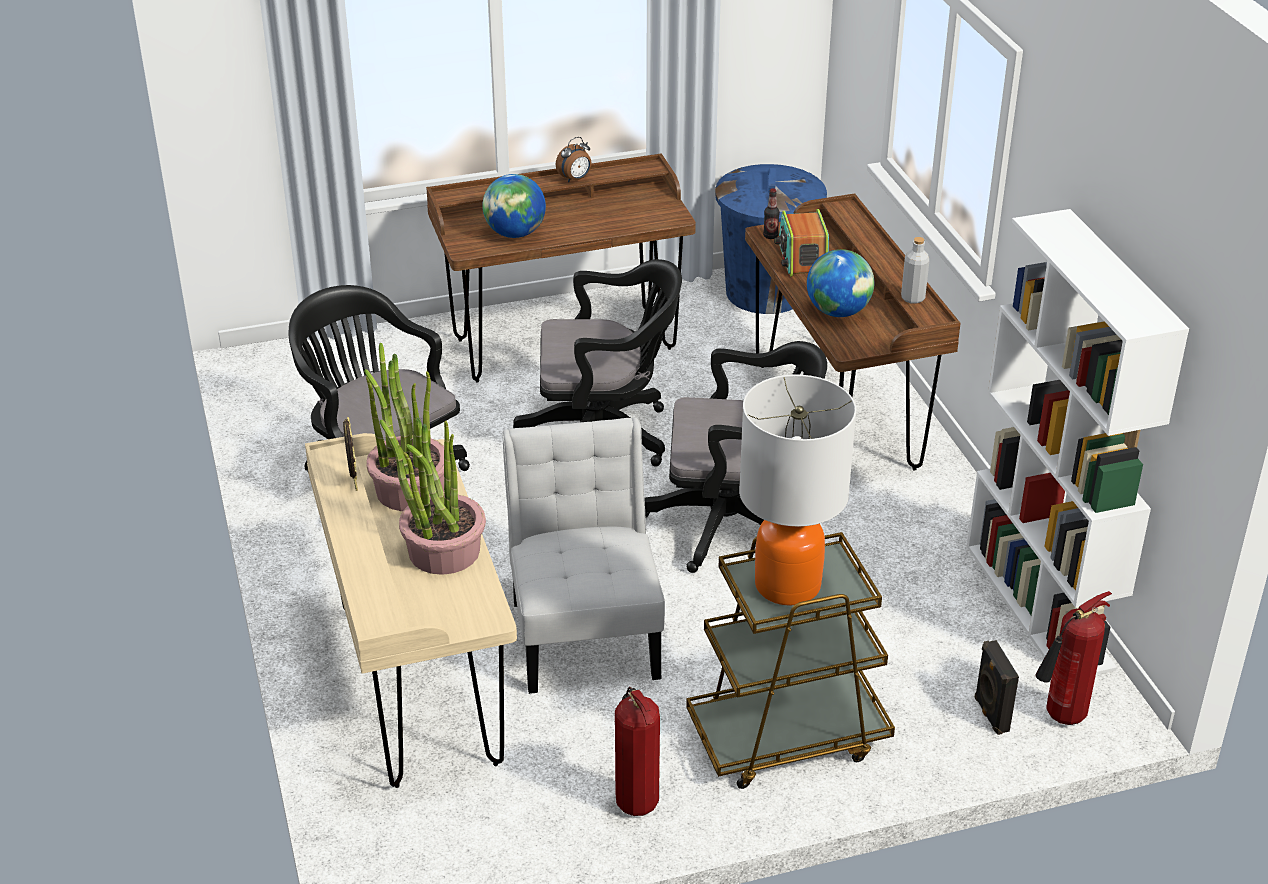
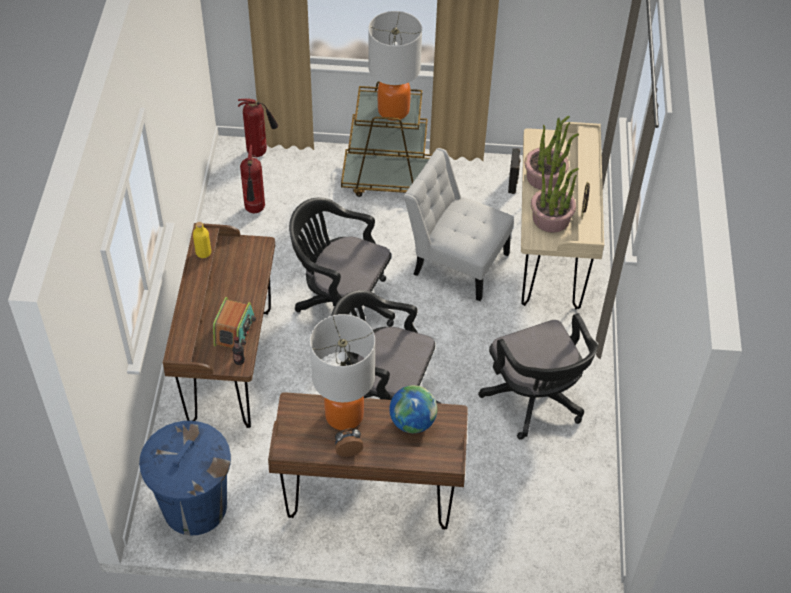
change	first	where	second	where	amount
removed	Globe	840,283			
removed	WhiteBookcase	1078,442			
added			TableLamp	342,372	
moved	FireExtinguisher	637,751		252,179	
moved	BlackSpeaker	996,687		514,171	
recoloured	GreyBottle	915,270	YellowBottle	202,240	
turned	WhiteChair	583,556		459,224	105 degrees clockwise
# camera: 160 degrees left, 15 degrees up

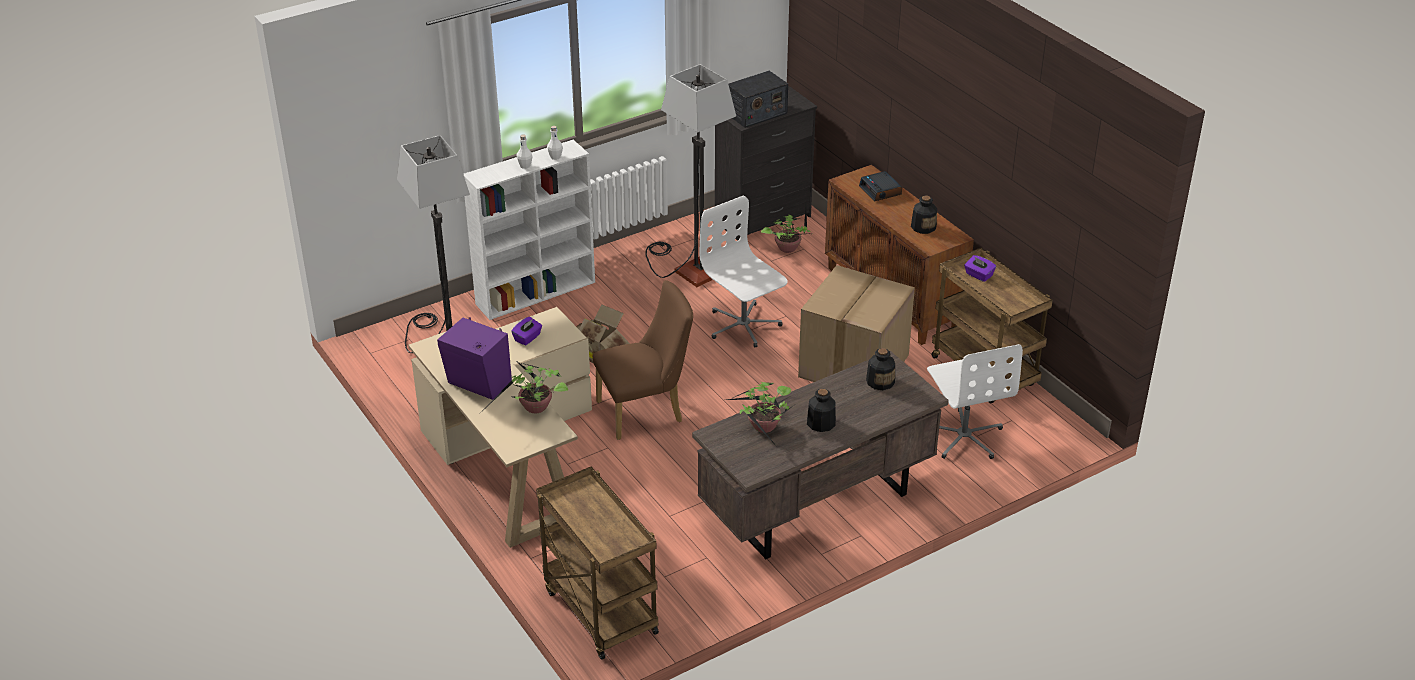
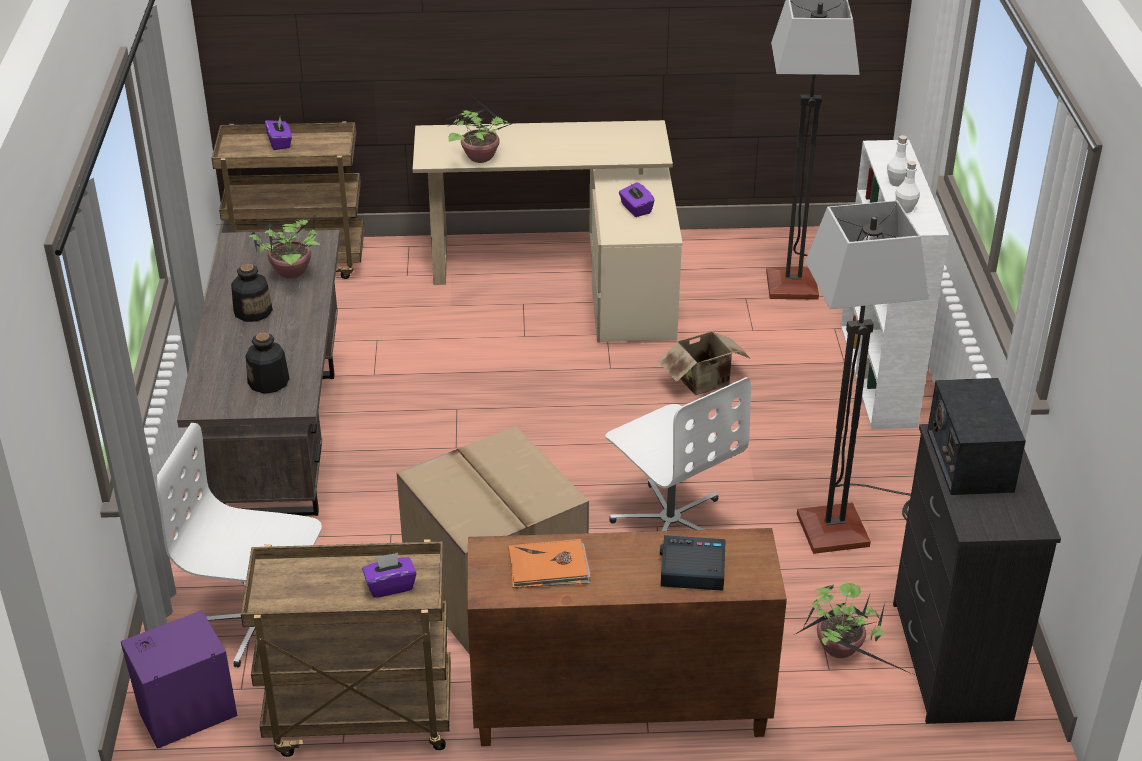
change	first	where	second	where	amount
removed	BrownChair	643,360			
added			PurpleTissueBox	278,134	
moved	PurpleSpeaker	474,358		179,679	
replaced	Bottle	924,215	OrangeBook	549,564	
turned	WhiteOfficeChair	744,271		678,454	60 degrees clockwise
# camera: 120 degrees right, 0 degrees up

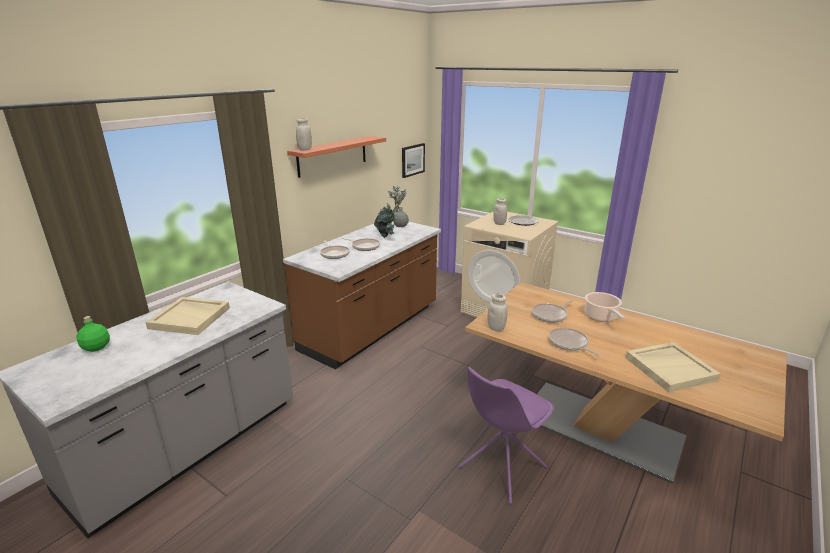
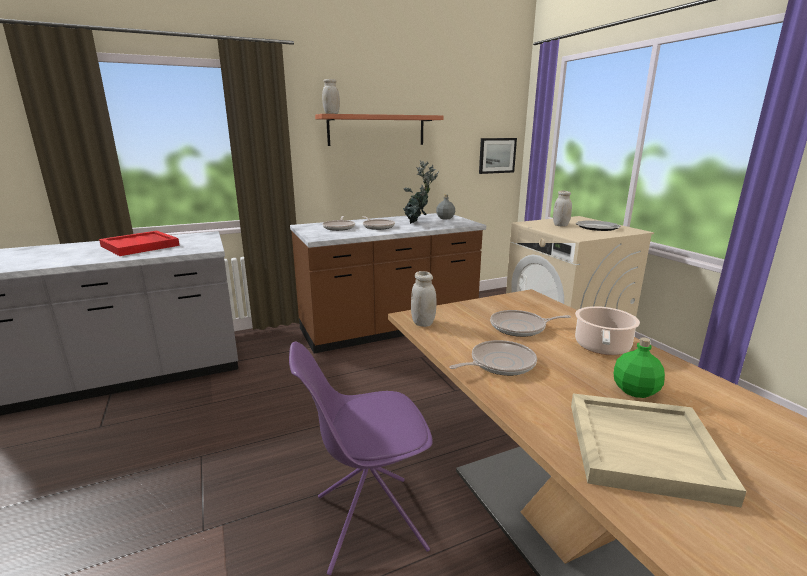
change	first	where	second	where	amount
moved	GreenBottle	93,334		639,367	
recoloured	BeigeTray	187,316	RedTray	139,243	
turned	FryingPan	574,342		493,358	60 degrees clockwise
# camera: 30 degrees right, 5 degrees down

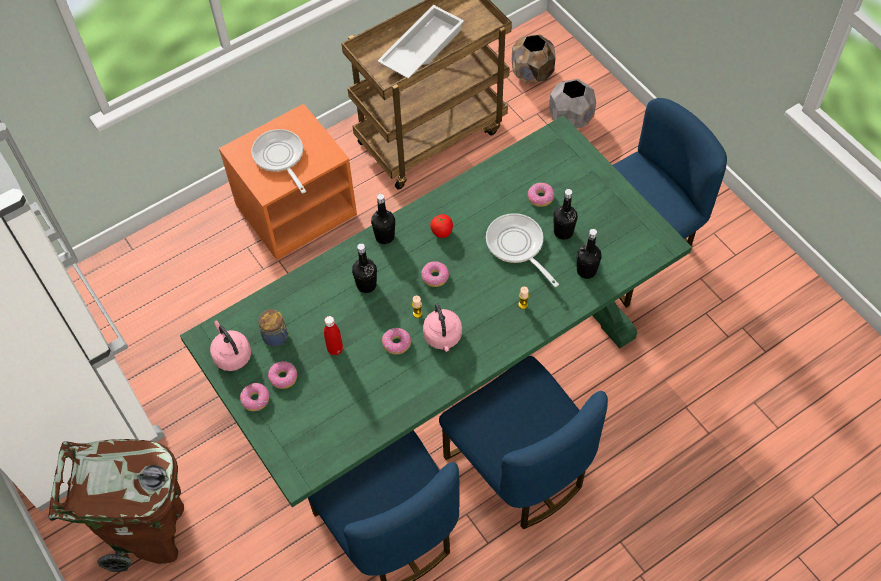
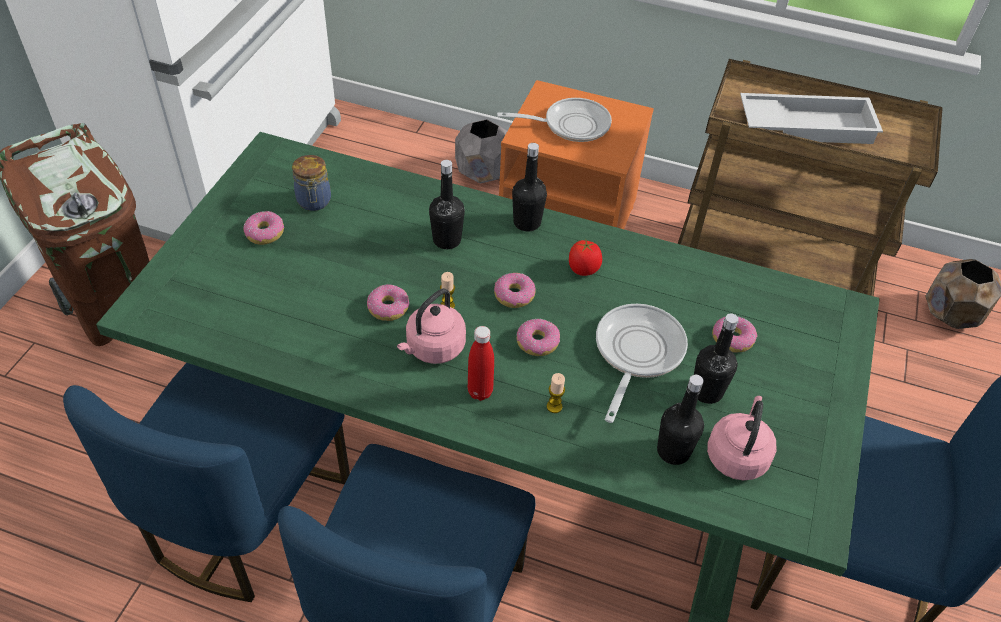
change	first	where	second	where	amount
moved	PinkKettle	230,345		741,438	
moved	Donut	255,397		538,337	
moved	RedBottle	333,335		481,363	
moved	GreyPlanter	572,103		481,151	
turned	FryingPan	278,161		554,120	60 degrees clockwise
# camera: 50 degrees right, 10 degrees down

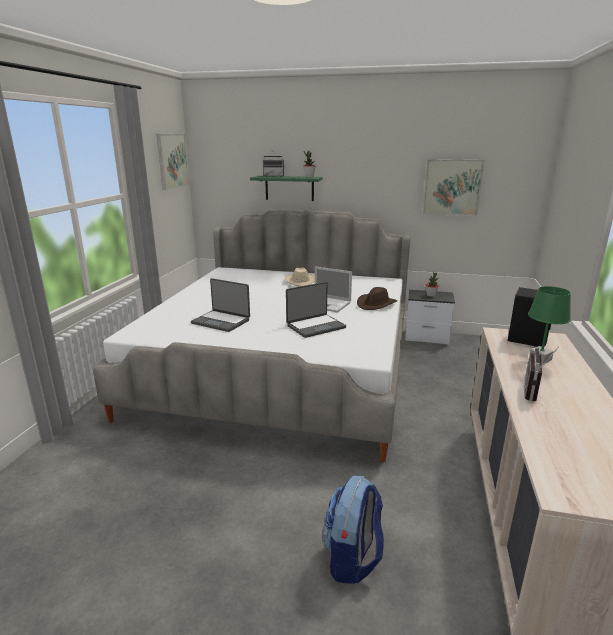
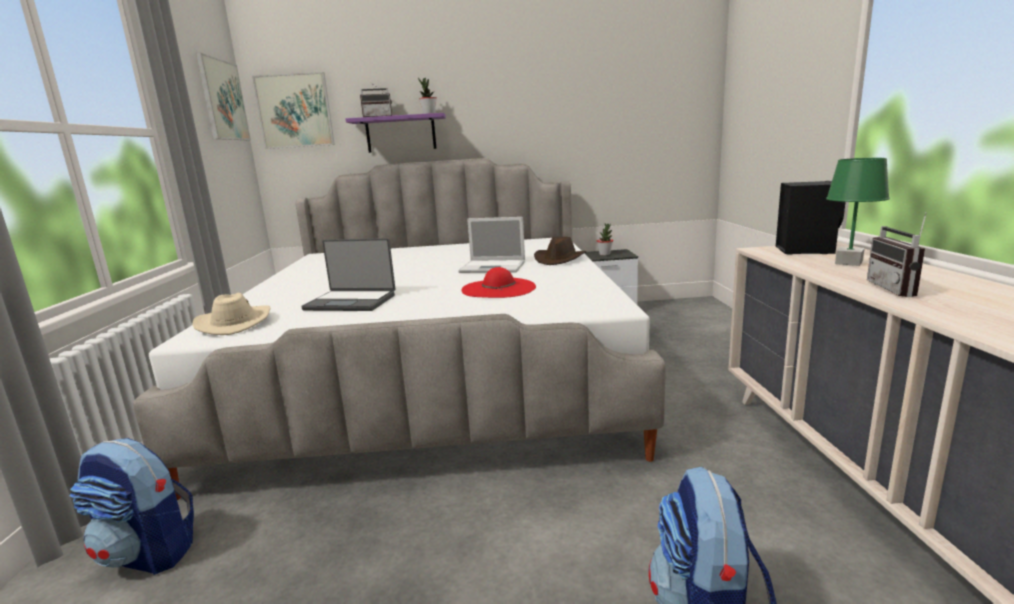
change	first	where	second	where	amount
added			Backpack	132,506	
moved	BeigeHat	300,277		232,314	
moved	Picture	453,187		293,110	
replaced	Laptop	316,310	RedHat	499,282	
recoloured	GreenShelf	286,188	PurpleShelf	395,133	
# camera: 15 degrees left, 5 degrees down

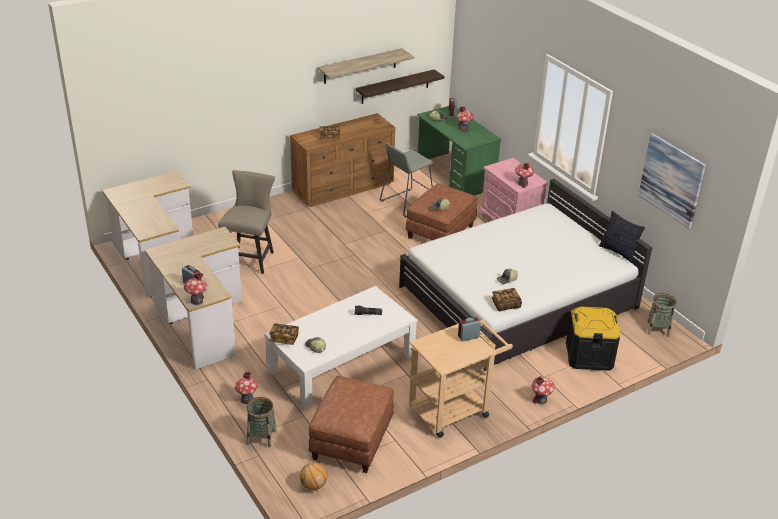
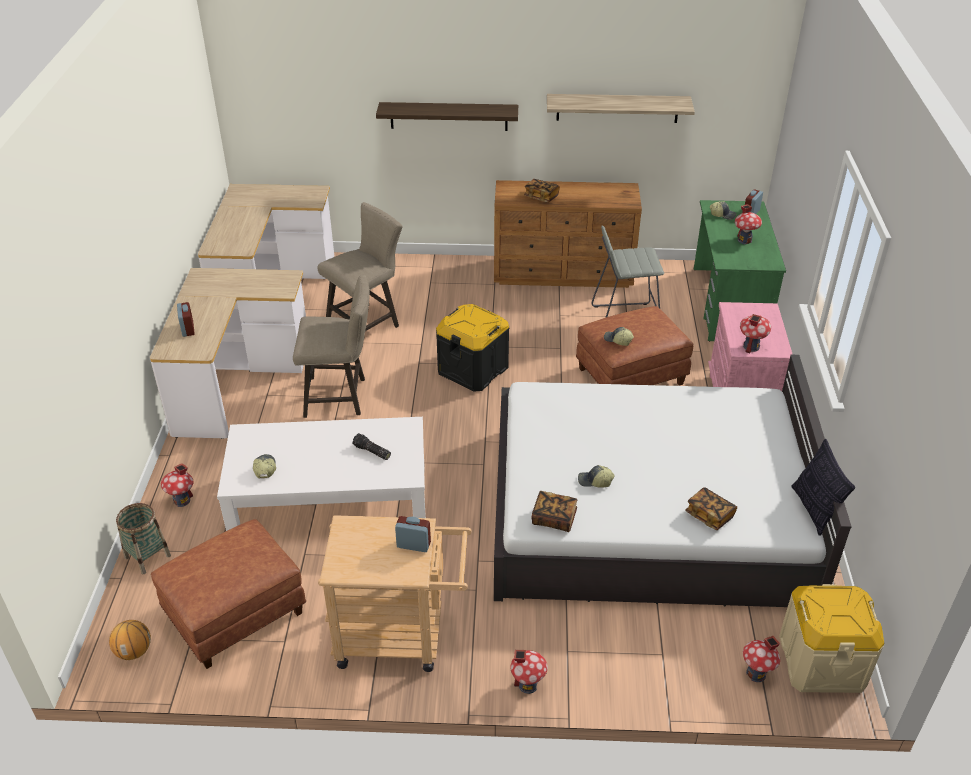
change	first	where	second	where	amount
removed	Picture	672,181			
added			BeigeStool	331,346	
moved	ToyHouse	195,288		761,659	
moved	Book	284,334		711,508	
moved	Shelf	400,86		447,116	
moved	BlackStorageBox	593,338		472,348	
replaced	Basket	662,315	BeigeStorageBox	831,638	
# camera: 35 degrees right, 5 degrees up

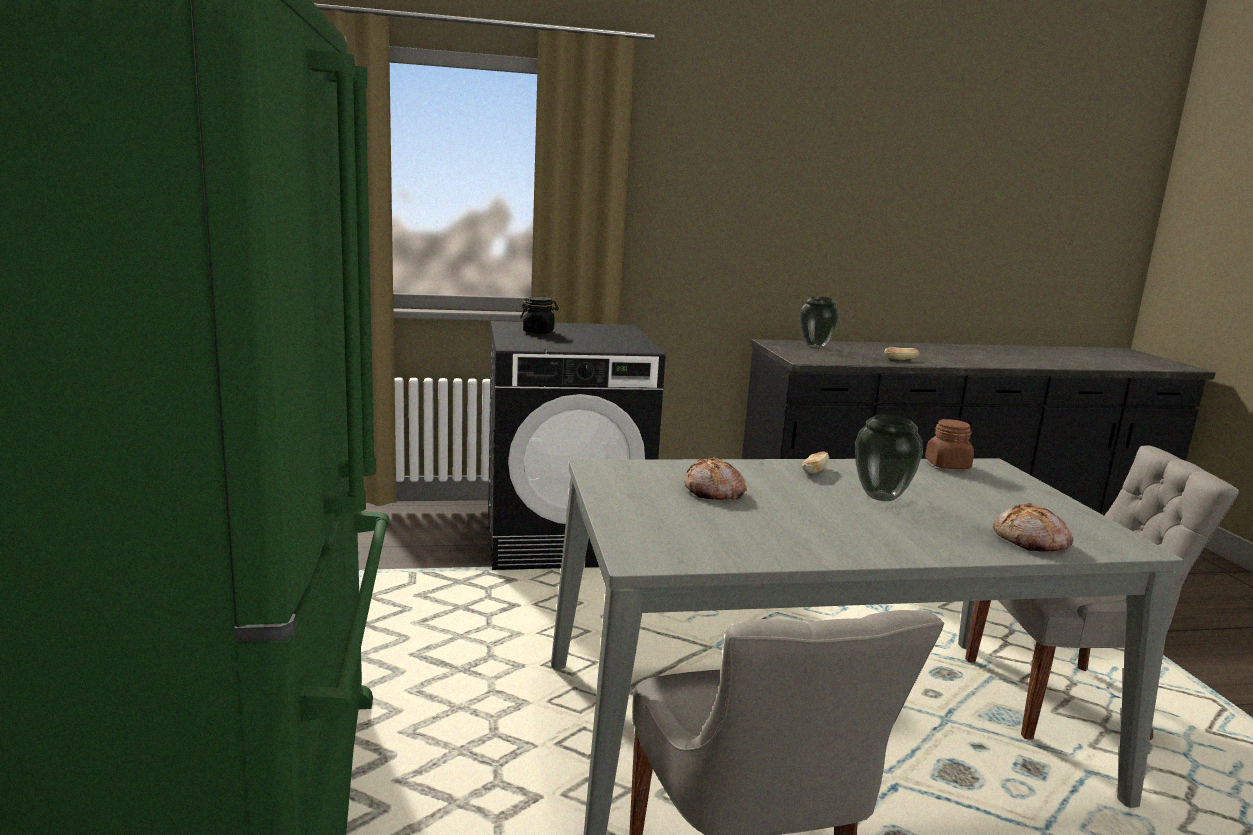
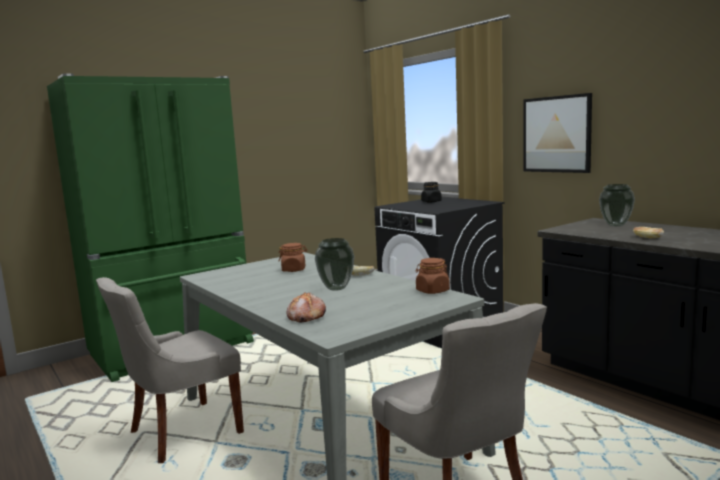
change	first	where	second	where	amount
added			Picture	557,133	
replaced	Bread	715,478	BrownJar	293,257	
# camera: 65 degrees right, 5 degrees down

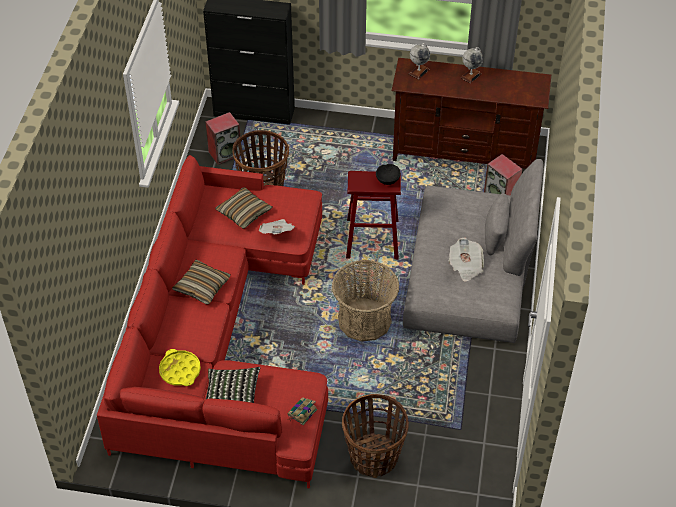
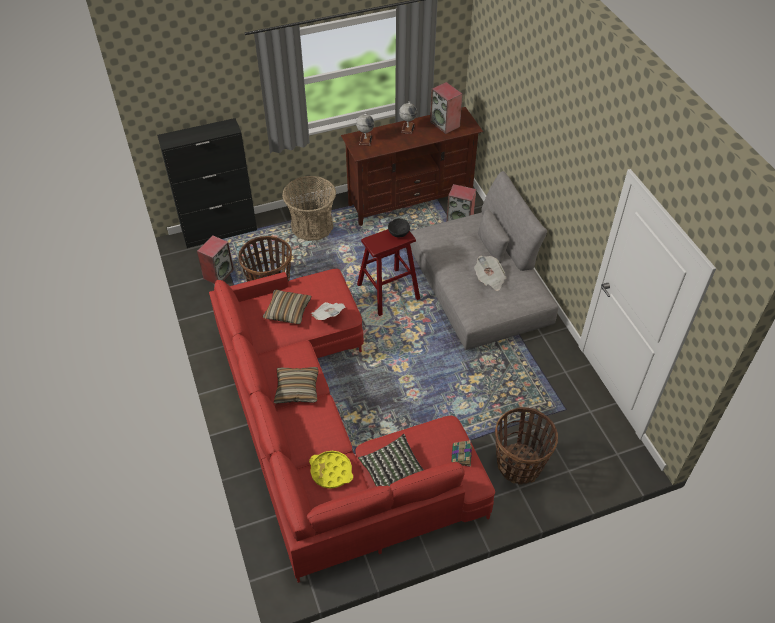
change	first	where	second	where	amount
added			Speaker	446,108	
moved	Basket	365,301		309,208	
# camera: 30 degrees left, 0 degrees up

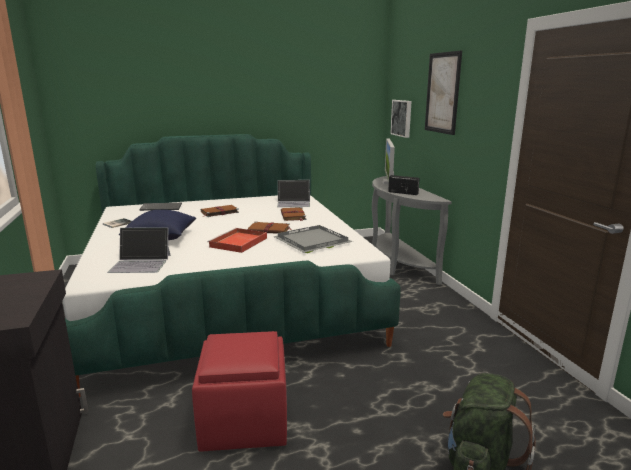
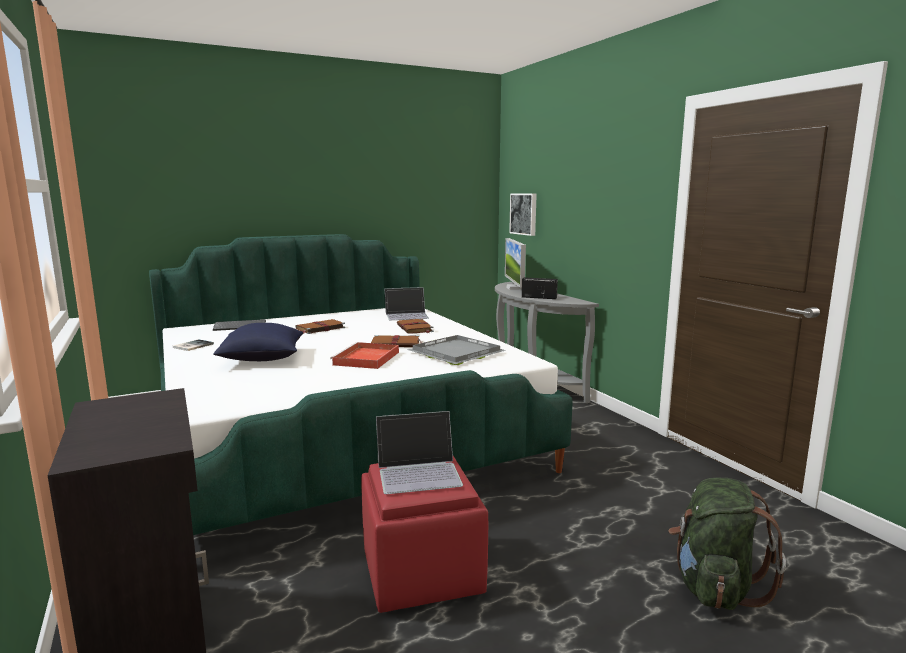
change	first	where	second	where	amount
removed	Picture	443,92			
moved	Laptop	139,250		419,452	
# camera: 10 degrees left, 5 degrees down

